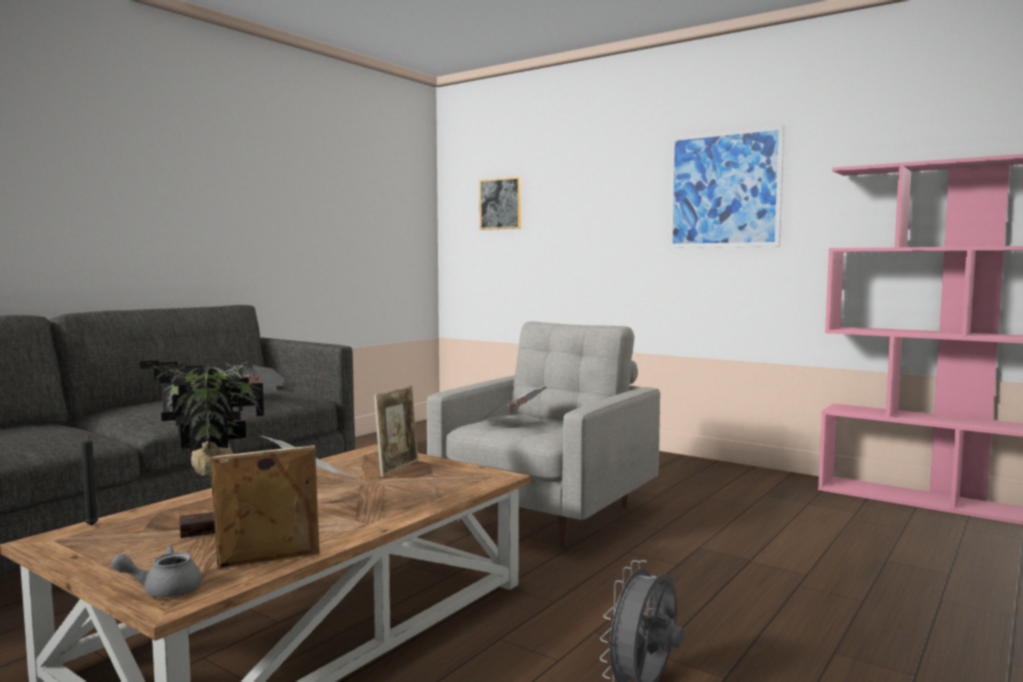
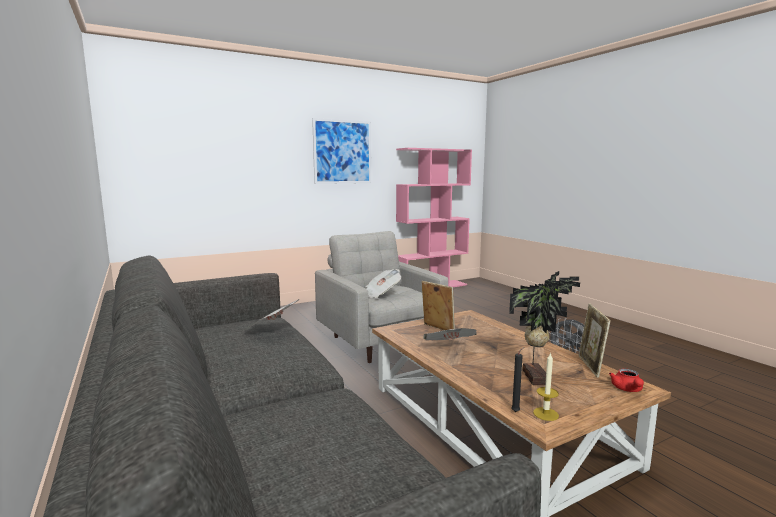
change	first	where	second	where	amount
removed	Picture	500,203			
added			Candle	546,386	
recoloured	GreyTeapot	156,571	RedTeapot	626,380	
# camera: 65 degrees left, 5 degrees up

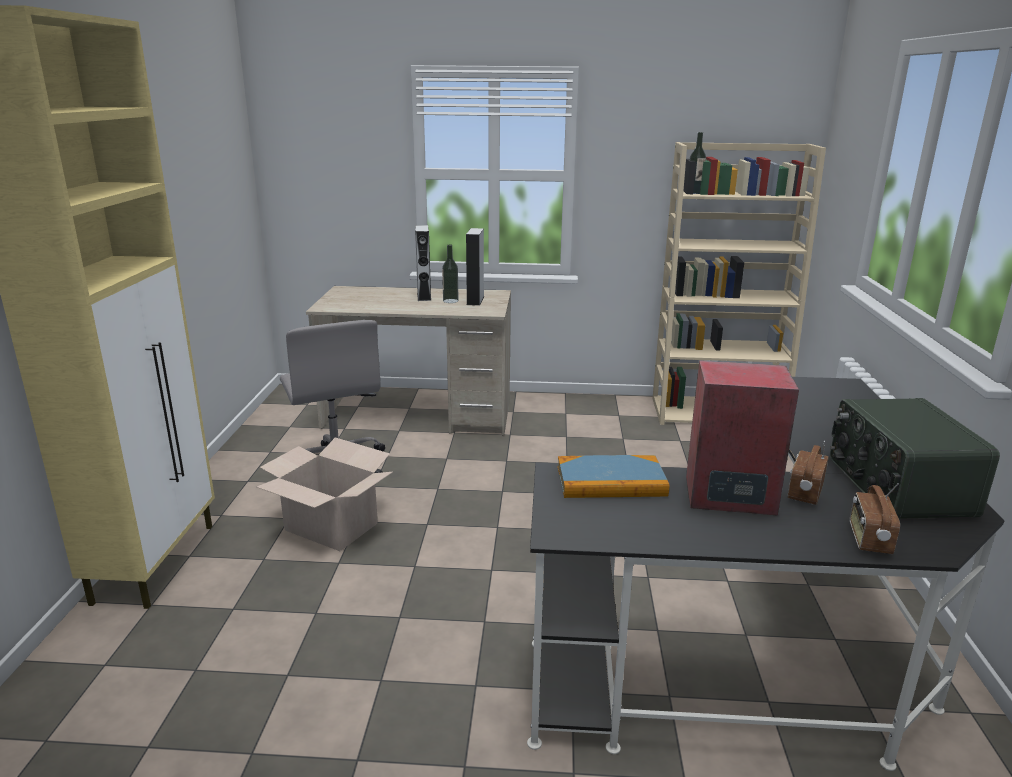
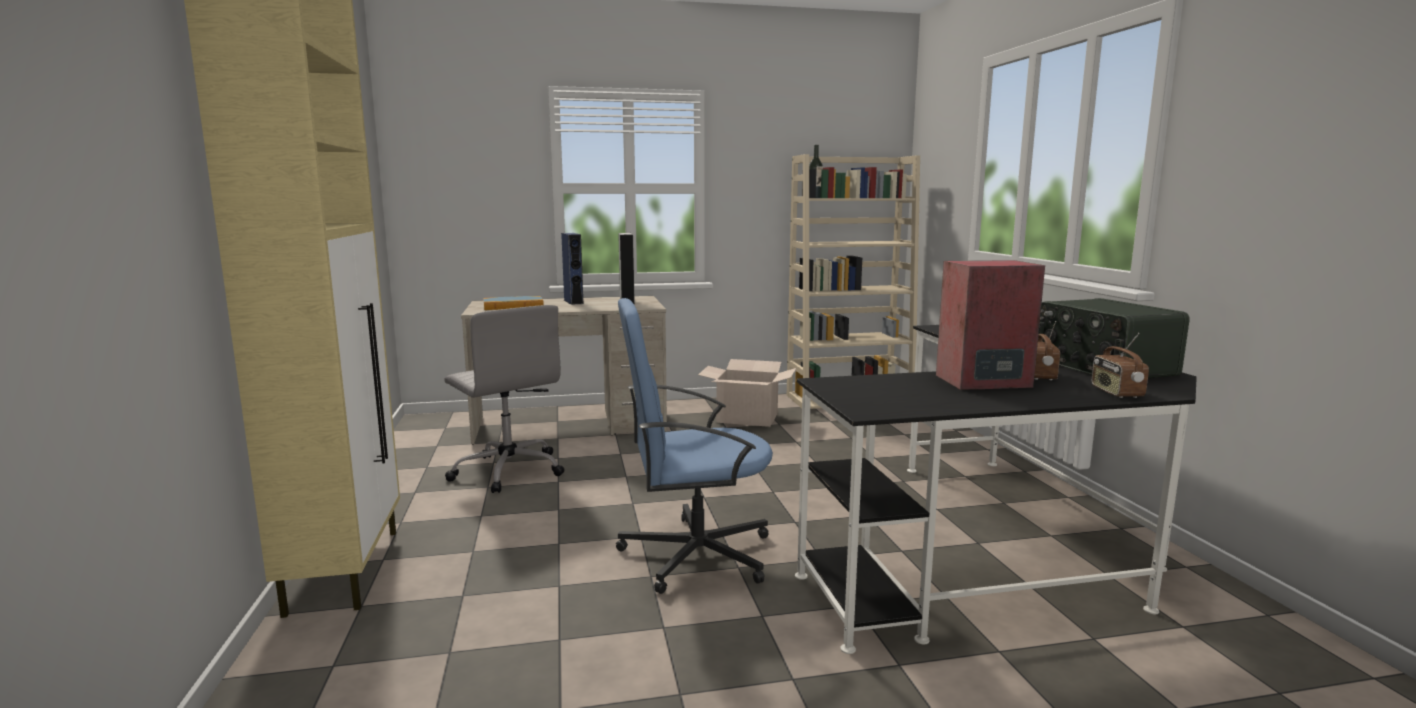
change	first	where	second	where	amount
removed	Bottle	450,274			
added			BlueOfficeChair	694,446	
moved	CardboardBox	325,494		747,393	
moved	Book	613,476		513,303	
recoloured	GreySpeaker	423,263	BlueSpeaker	572,269	
# camera: 15 degrees left, 10 degrees down

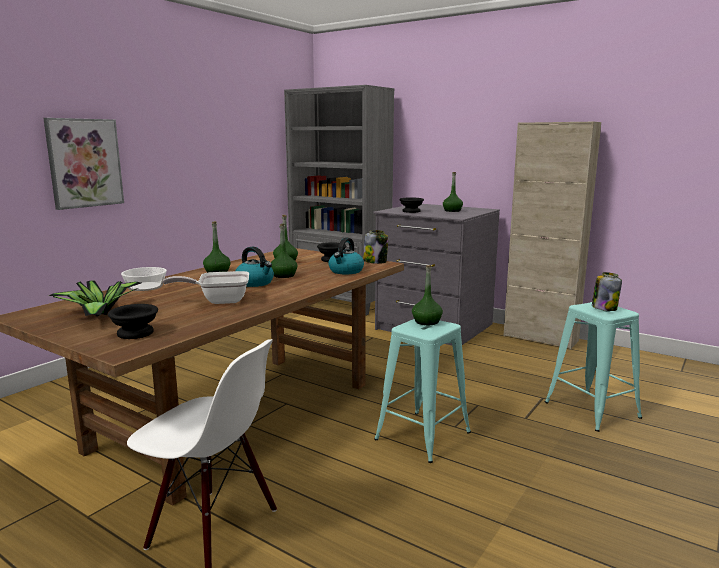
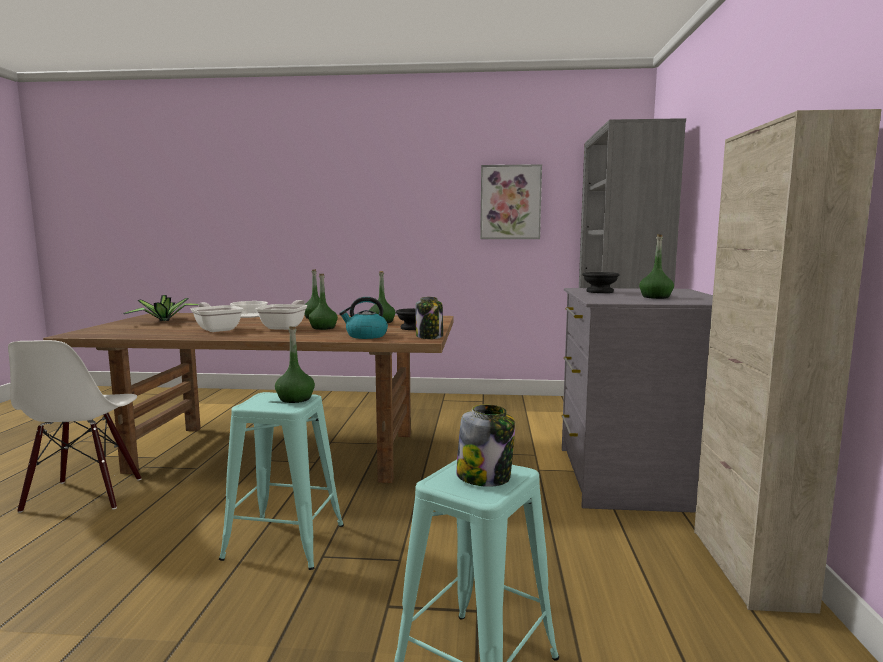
change	first	where	second	where	amount
removed	BlackBowl	133,321			
moved	Picture	83,164		511,201	
replaced	Kettle	254,267	FryingPan	281,315	
# camera: 60 degrees right, 5 degrees down

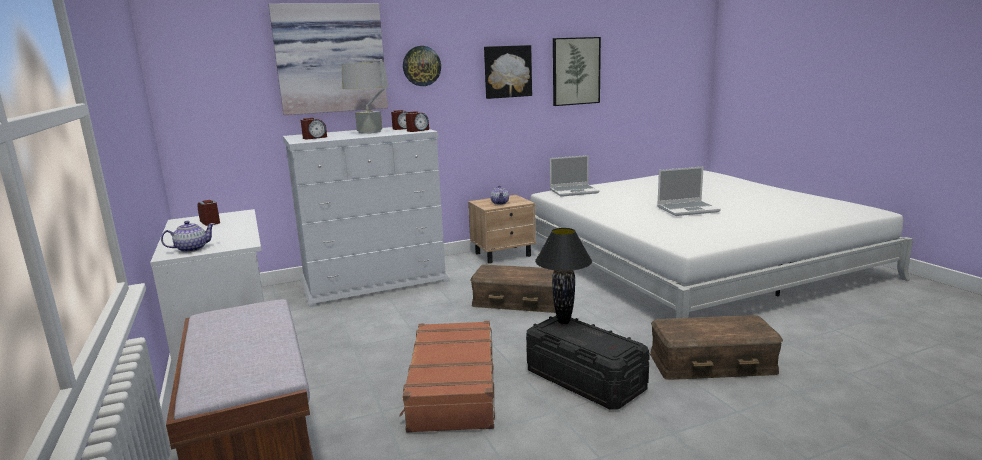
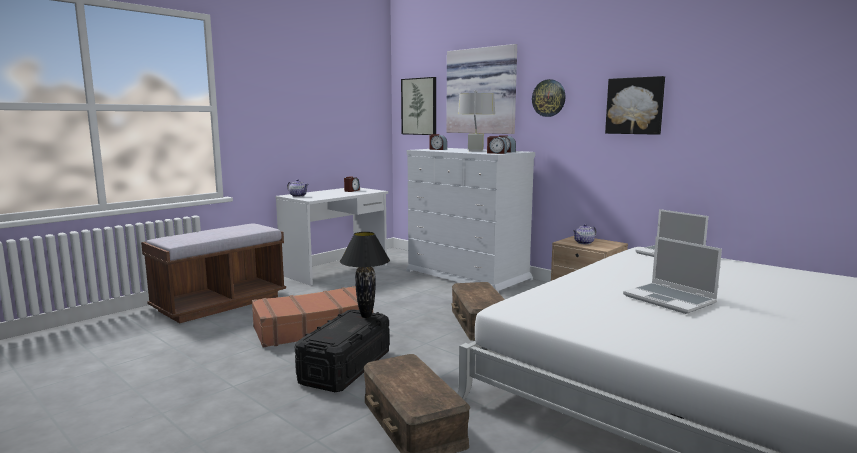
change	first	where	second	where	amount
moved	Picture	577,71		418,106	
# camera: 65 degrees right, 5 degrees down

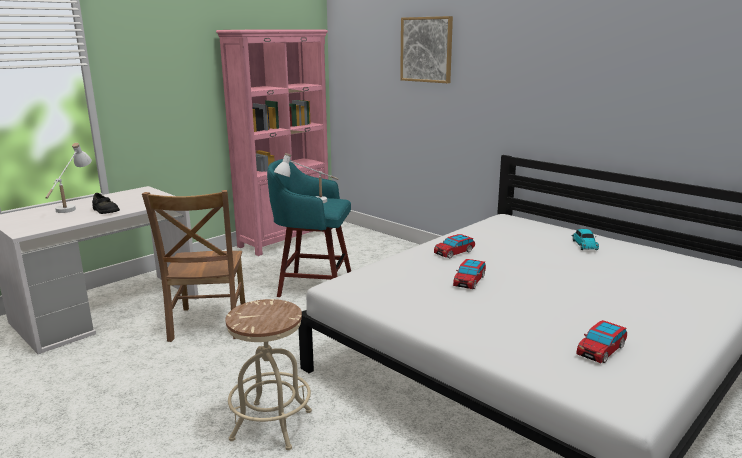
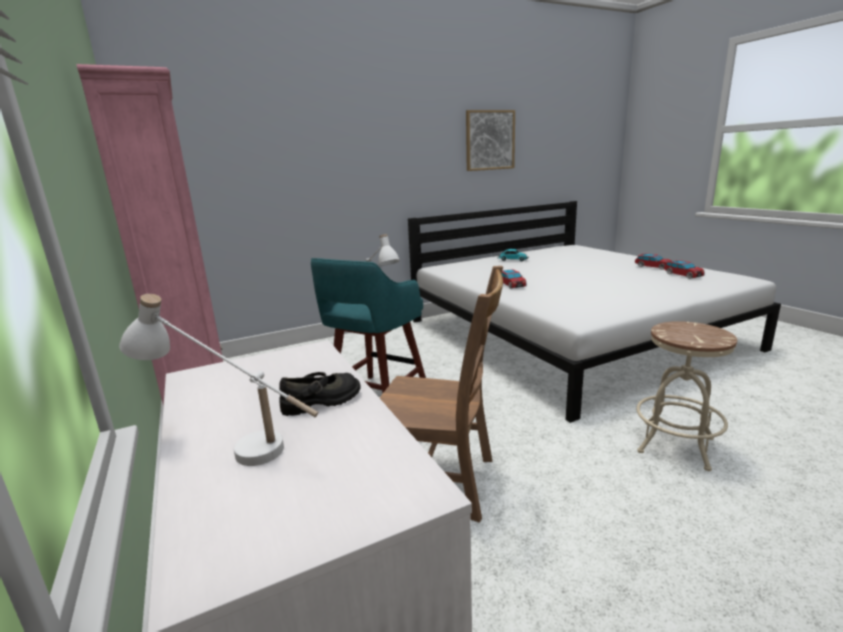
change	first	where	second	where	amount
moved	Picture	426,49		490,140	
moved	ToyCar	469,274		653,261	
# camera: 70 degrees left, 0 degrees up

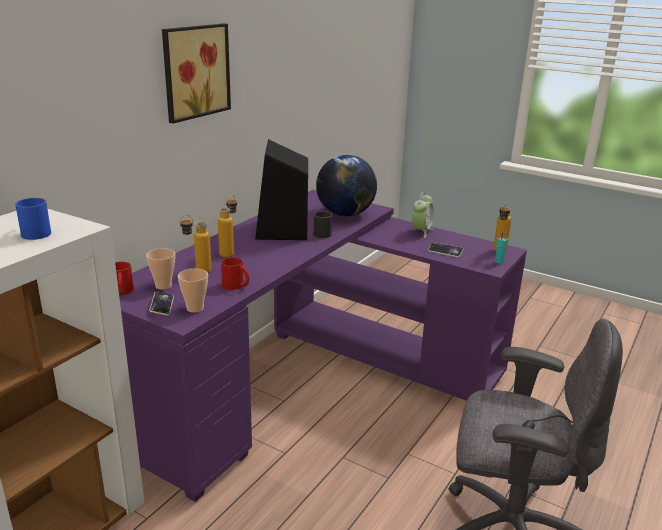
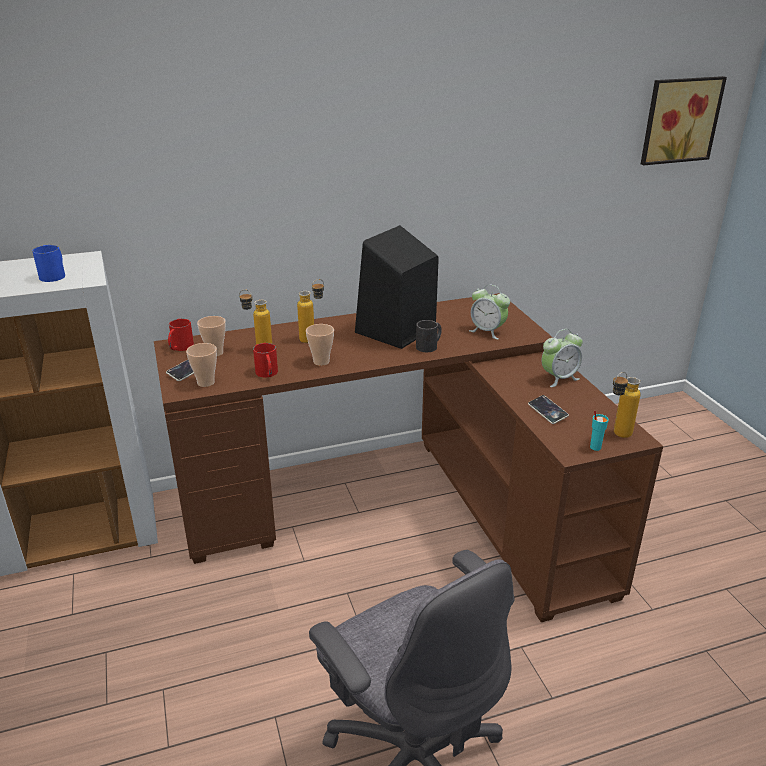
change	first	where	second	where	amount
added			Cup	320,345	
moved	Picture	196,73		684,120	
replaced	Globe	346,185	AlarmClock	489,311	
recoloured	PurpleDesk	323,346	BrownDesk	408,457	
# camera: 40 degrees right, 5 degrees up

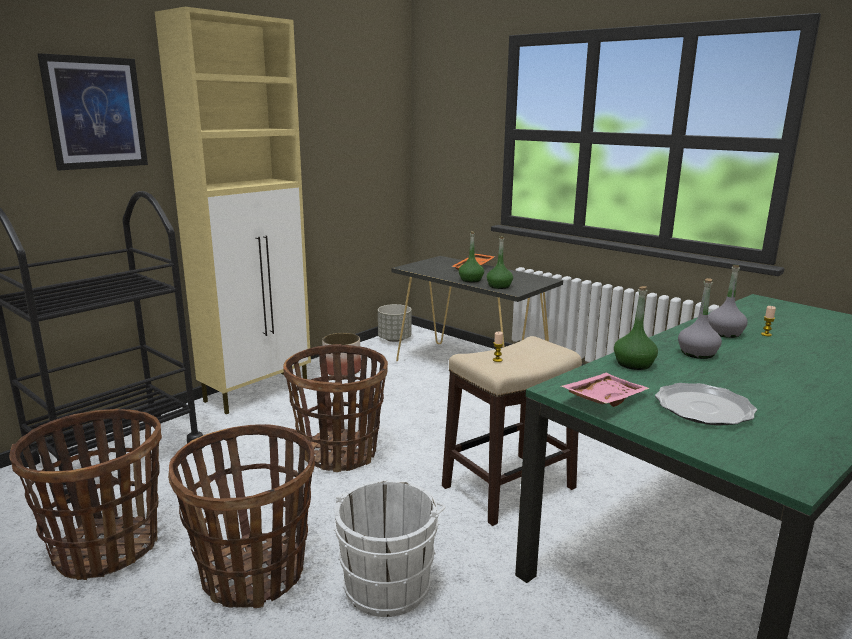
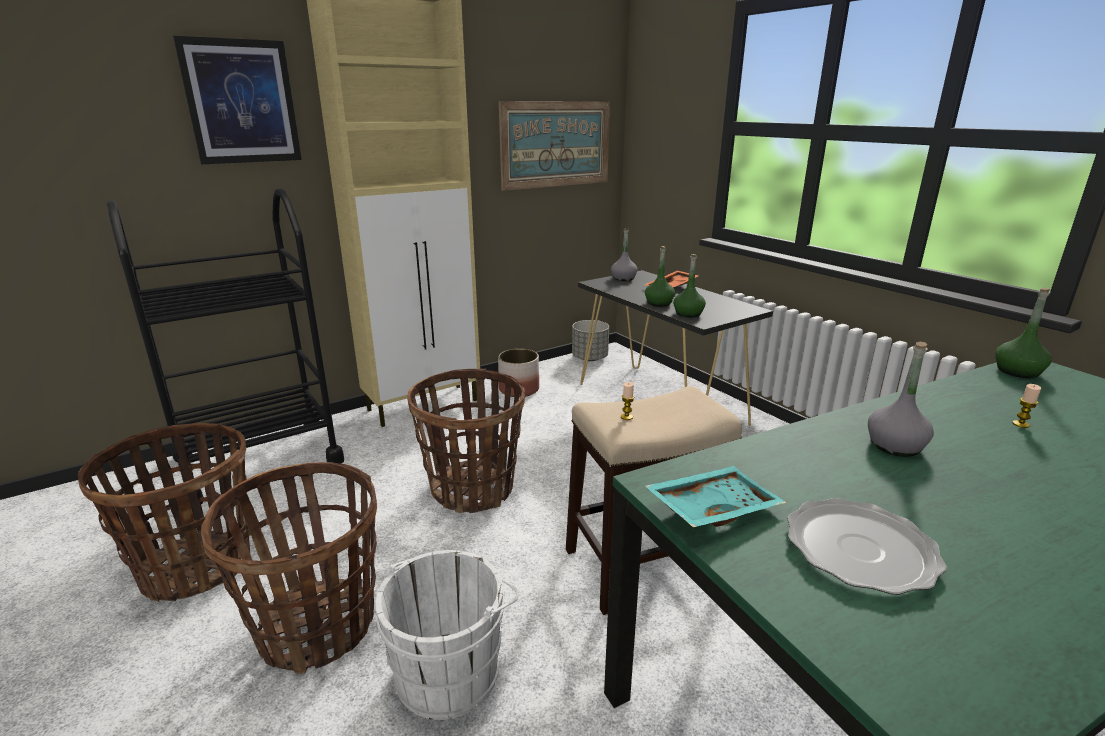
change	first	where	second	where	amount
added			Picture	554,146	
moved	GreenBottle	636,328		1023,333	
moved	GreyBottle	728,301		624,254	
recoloured	PinkTray	605,390	TurquoiseTray	715,496	
# camera: 15 degrees right, 5 degrees up

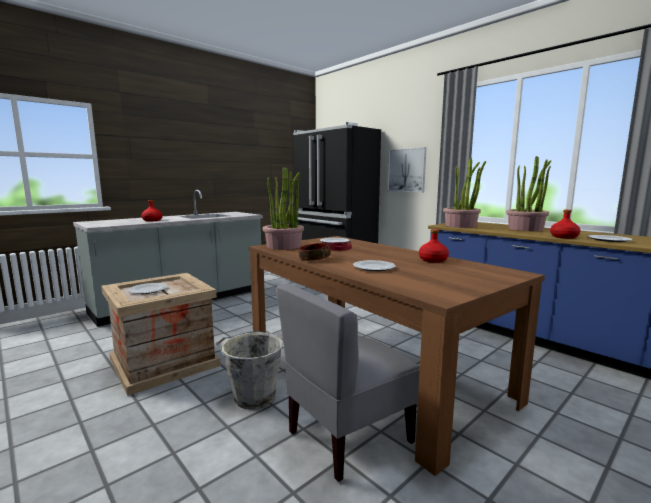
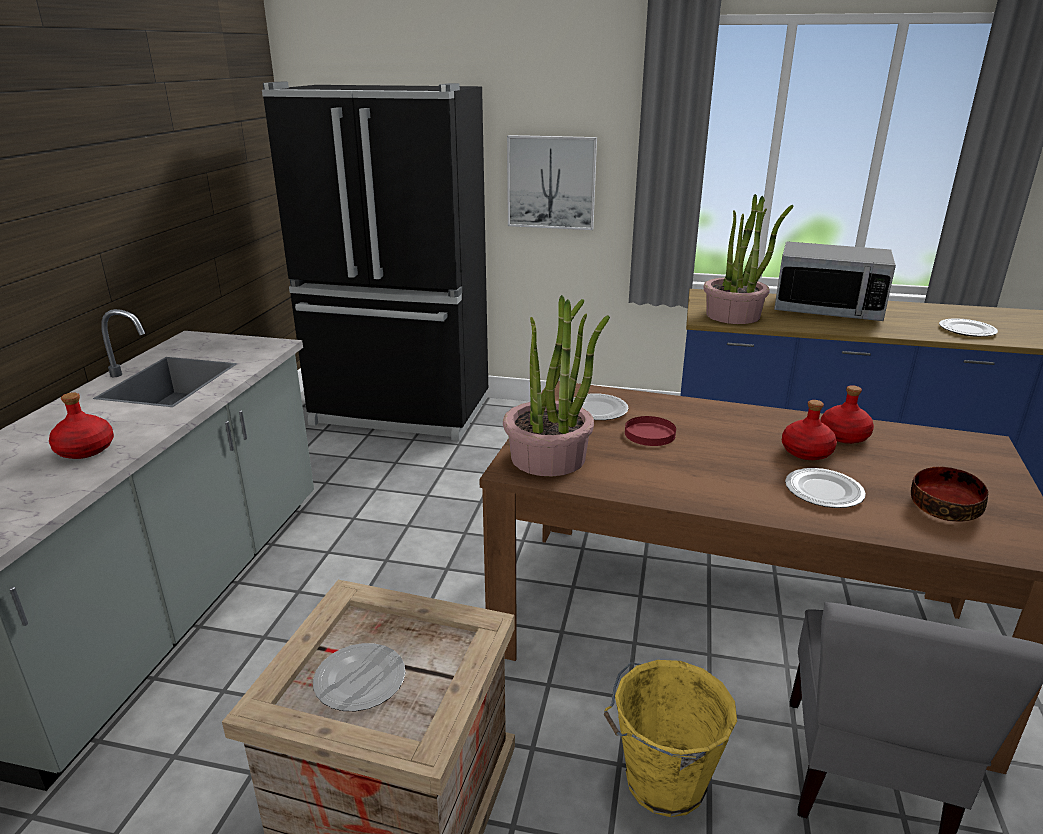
change	first	where	second	where	amount
moved	Bowl	315,252		949,494	
moved	RedBottle	565,224		809,430	
replaced	PottedPlant	528,193	Microwave	835,281	
recoloured	GreyBucket	249,370	YellowBucket	670,738	
# camera: 35 degrees left, 15 degrees up

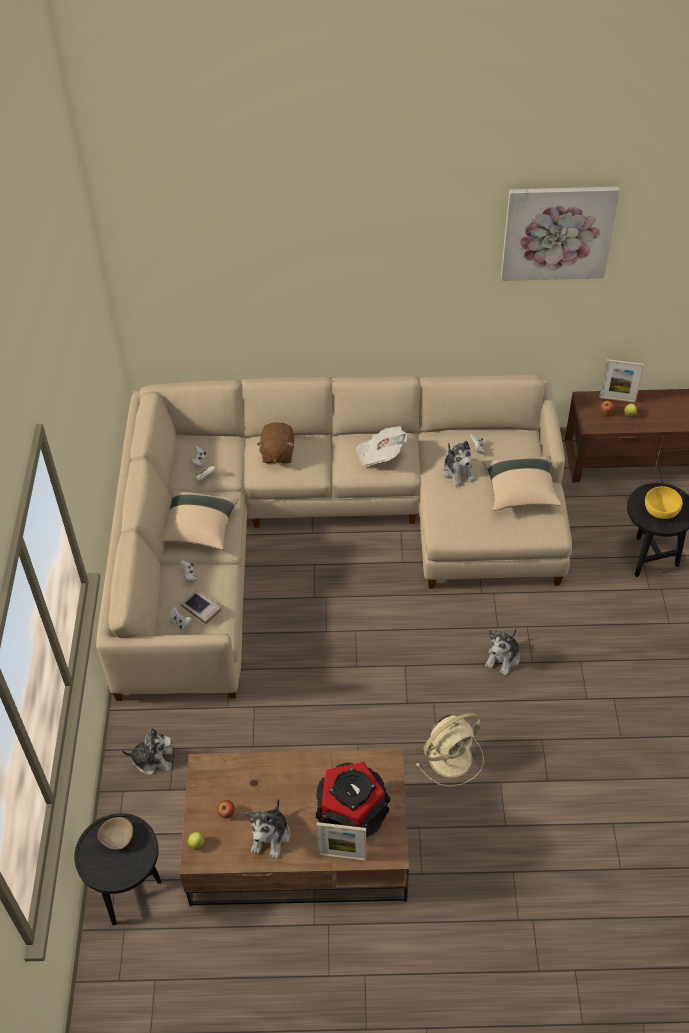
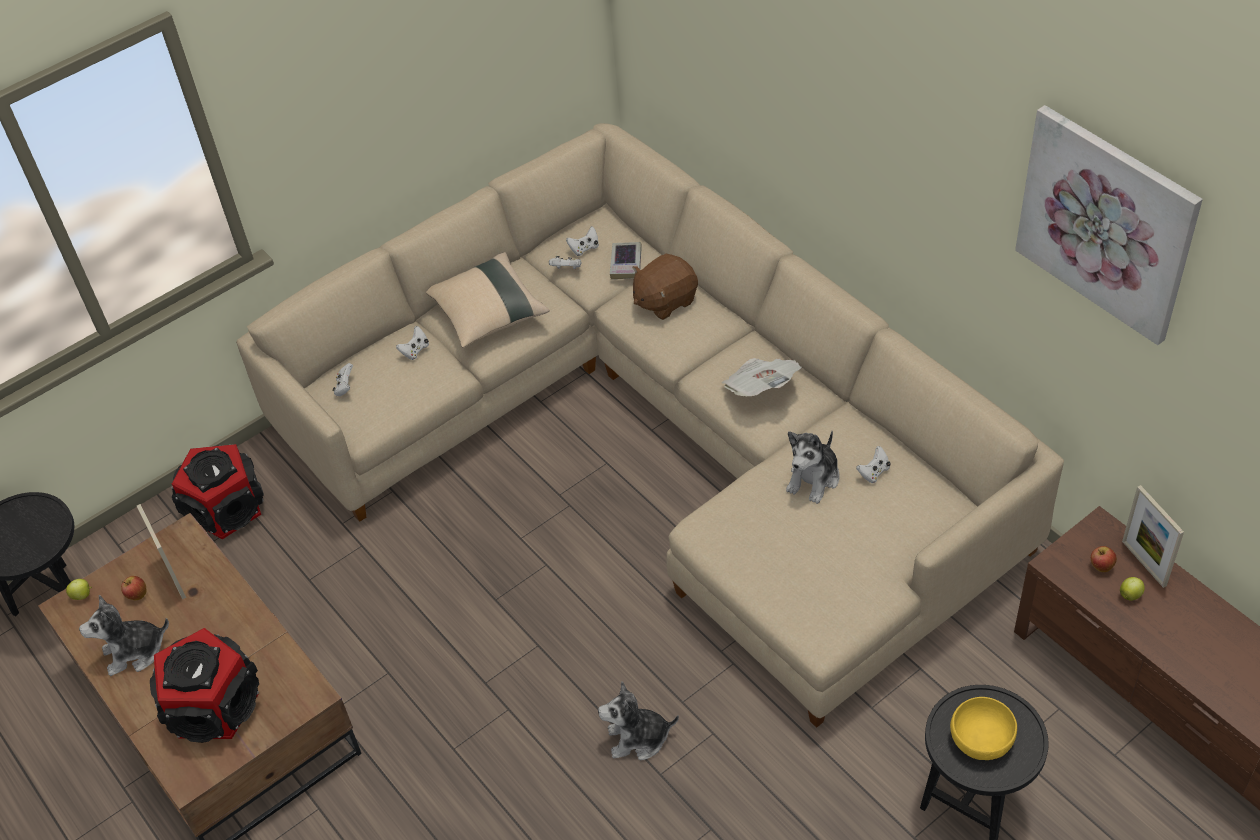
change	first	where	second	where	amount
removed	BeigeBowl	115,833			
removed	BeigeFan	450,750			
removed	BeigePillow	521,483			
moved	Book	201,607		626,261	
moved	PictureFrame	341,841		161,551	
replaced	PlushToy	147,751	Speaker	217,491	
# camera: 55 degrees right, 0 degrees up

